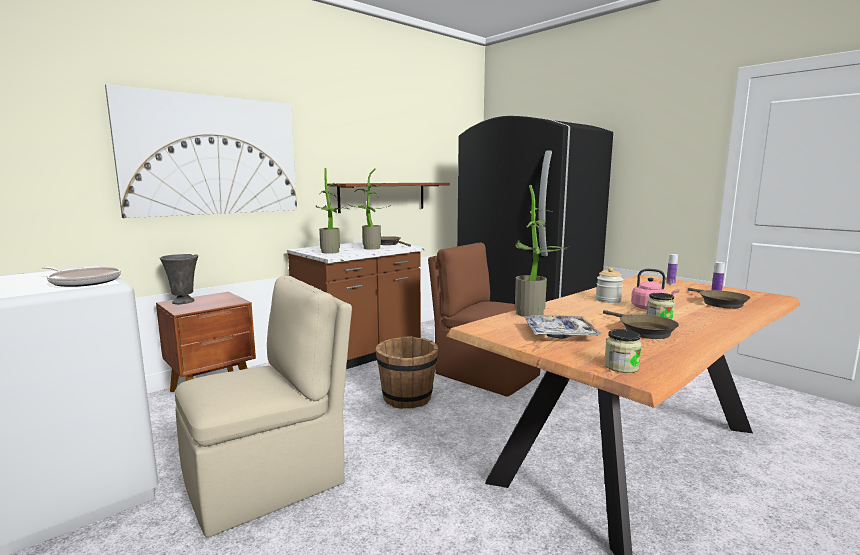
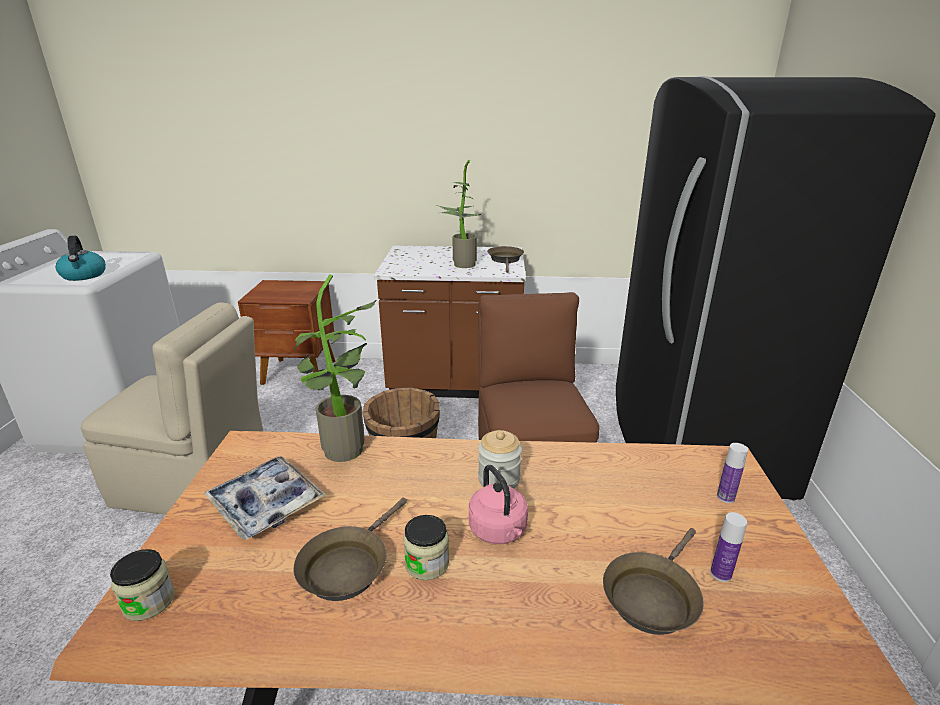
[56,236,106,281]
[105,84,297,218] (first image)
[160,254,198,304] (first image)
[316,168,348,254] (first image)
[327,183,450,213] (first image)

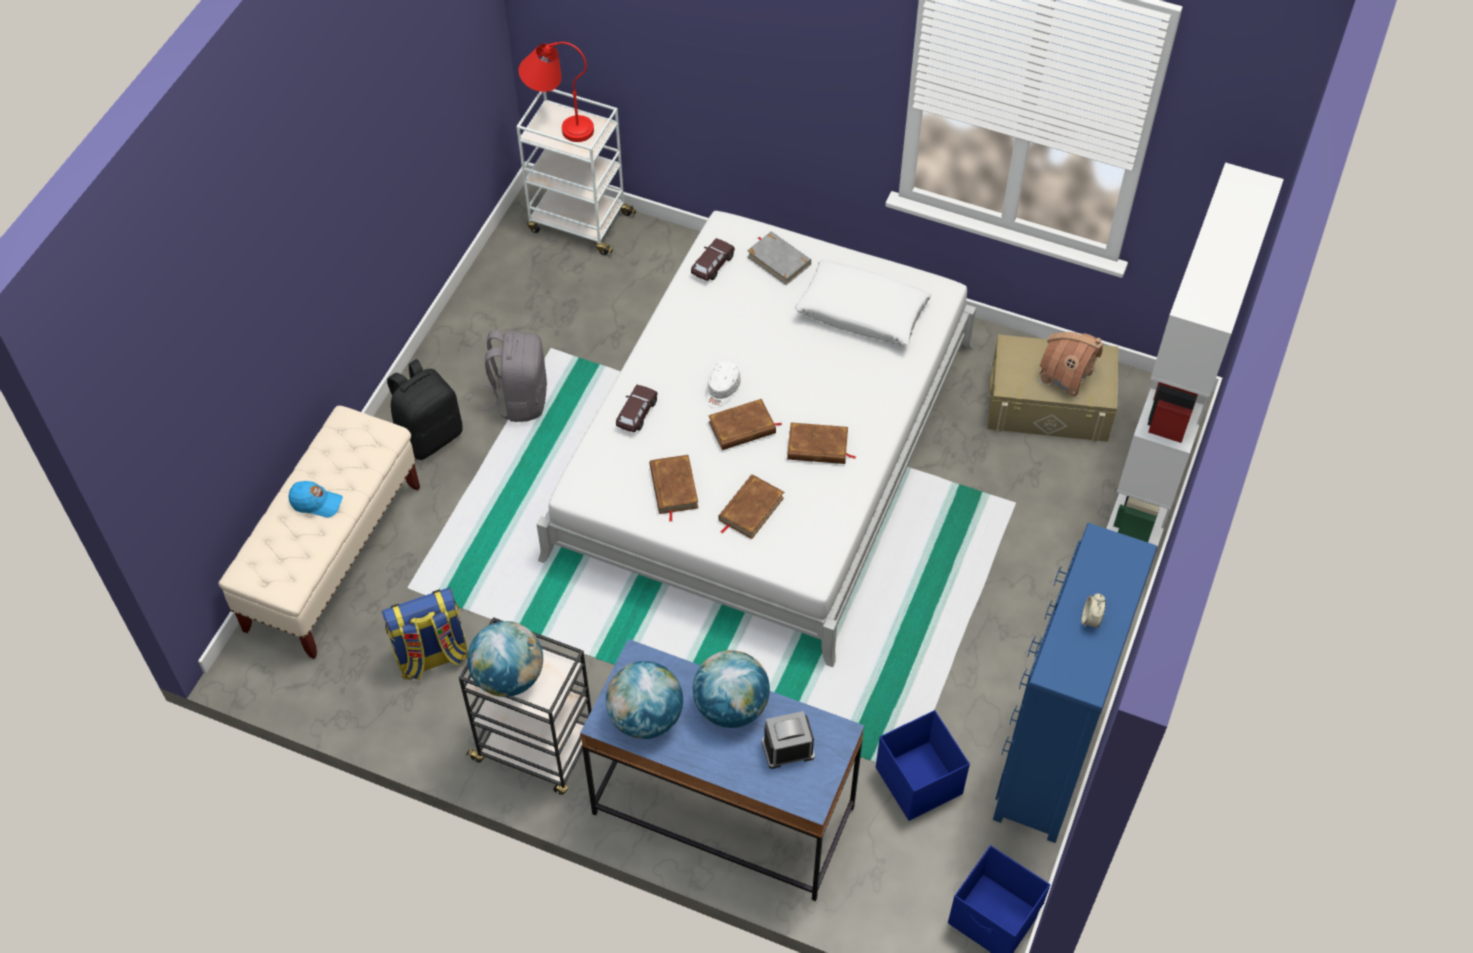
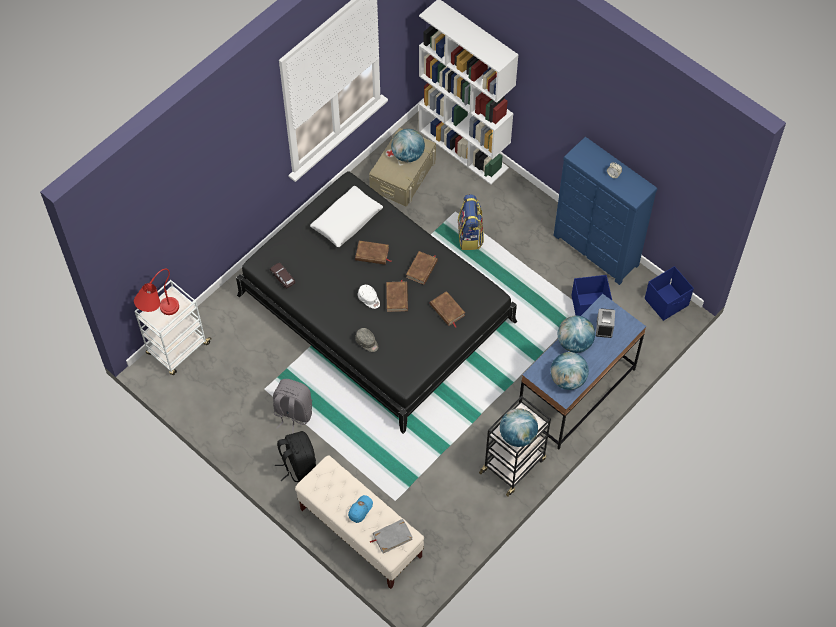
[236,171,517,434]
[355,241,391,265]
[355,328,378,352]
[370,519,413,553]
[391,129,425,162]
[458,194,484,250]

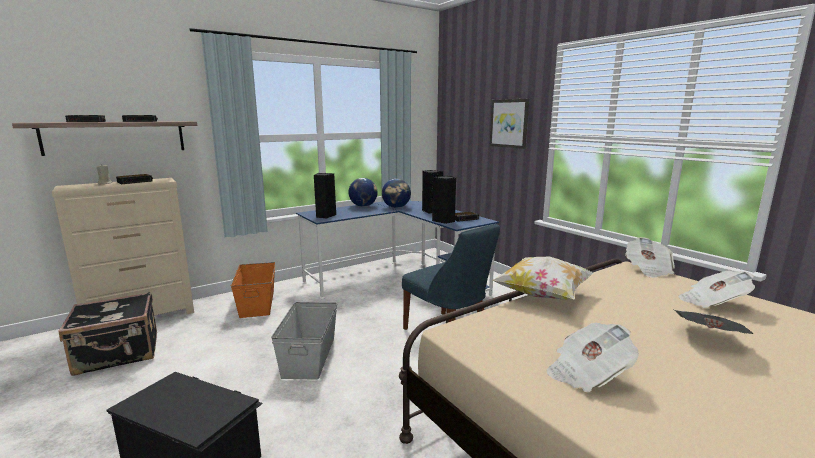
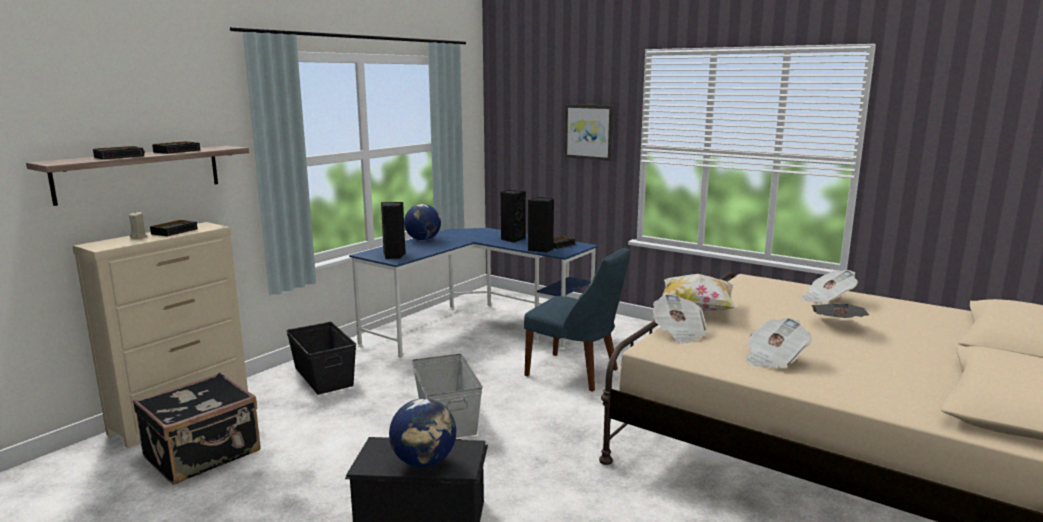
[286,322,356,395]
[389,398,456,467]
[653,294,707,344]

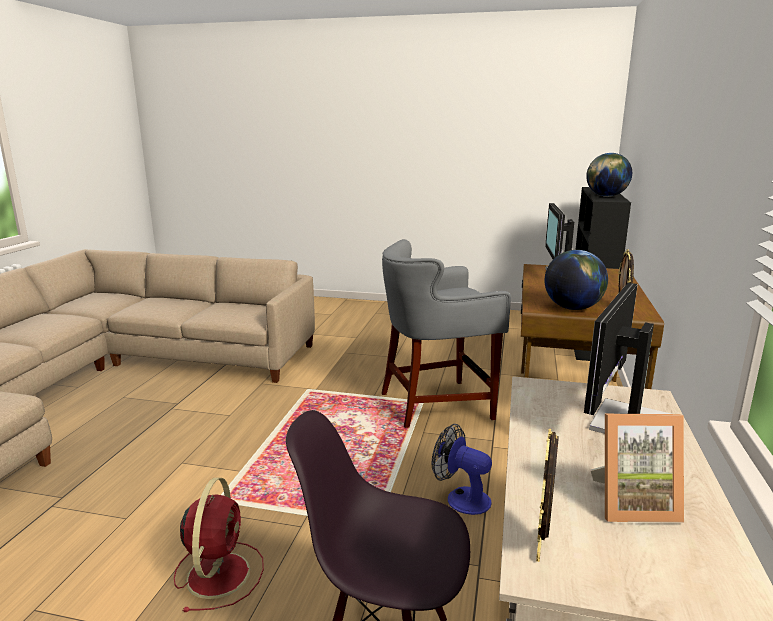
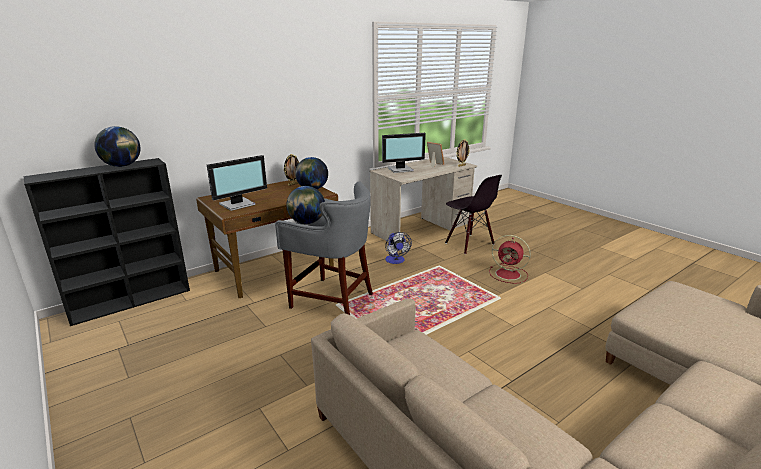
[286,186,325,224]
[489,235,531,284]

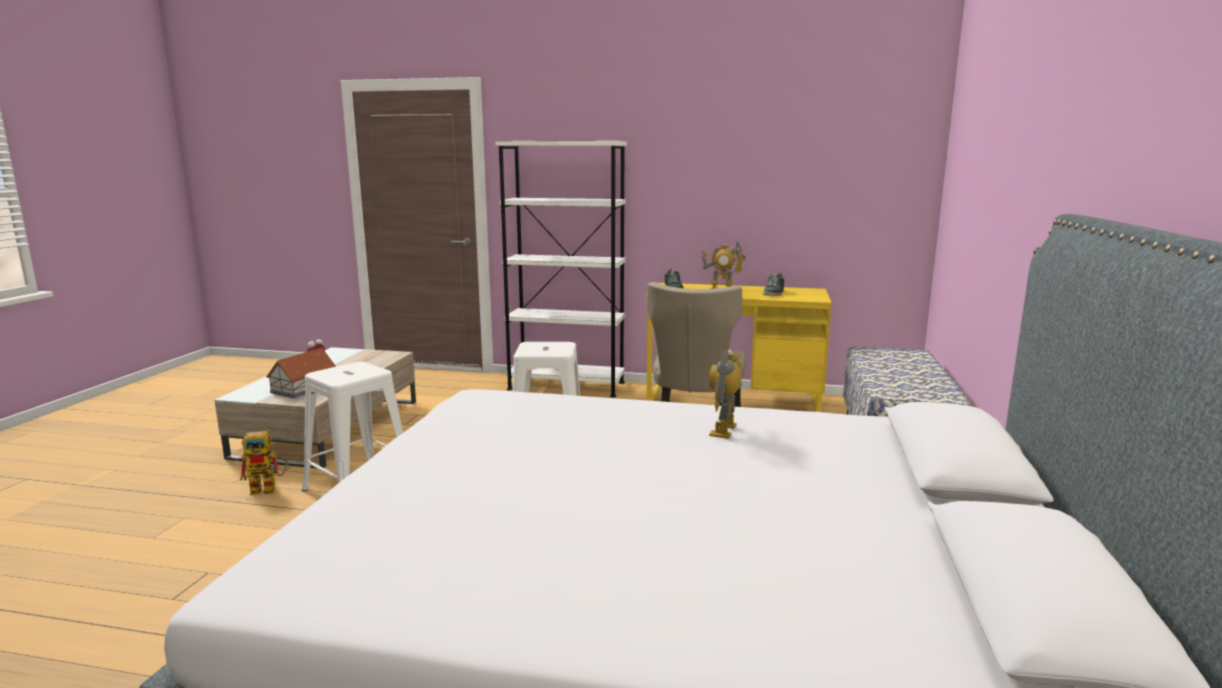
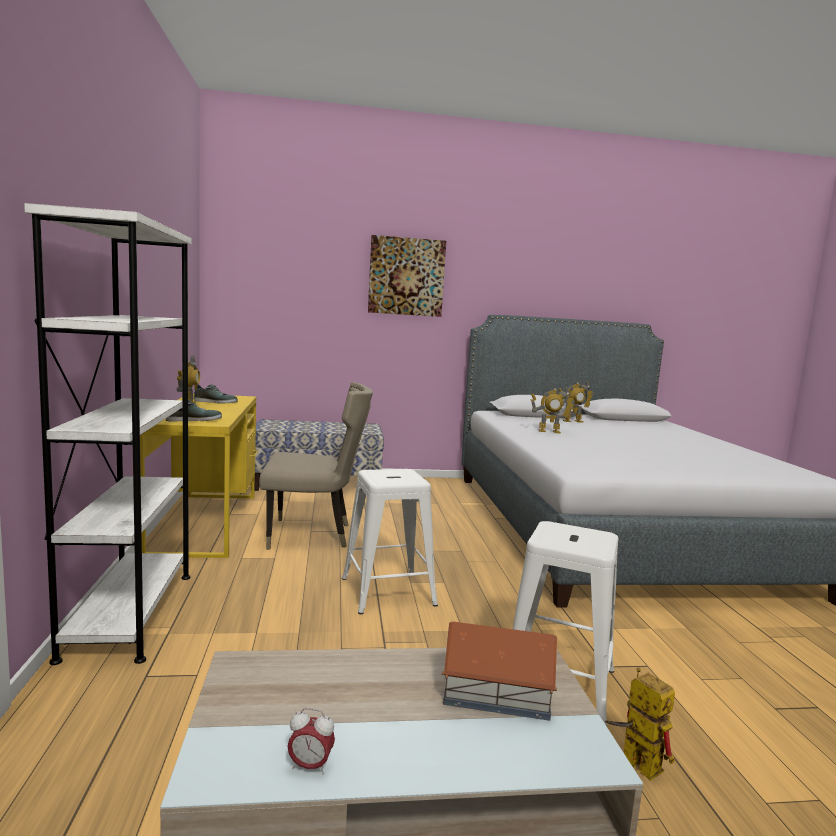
[368,235,446,317]
[557,380,594,423]

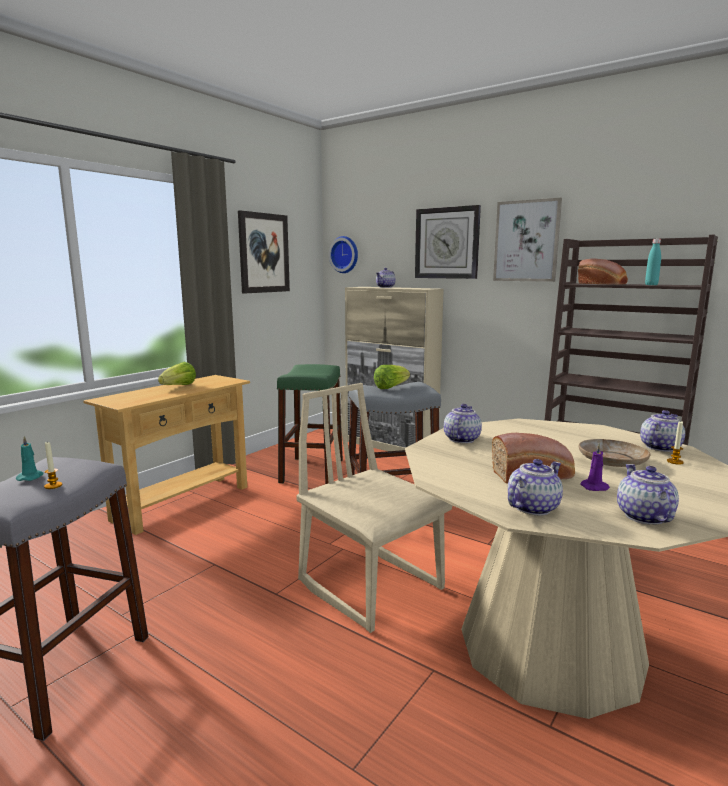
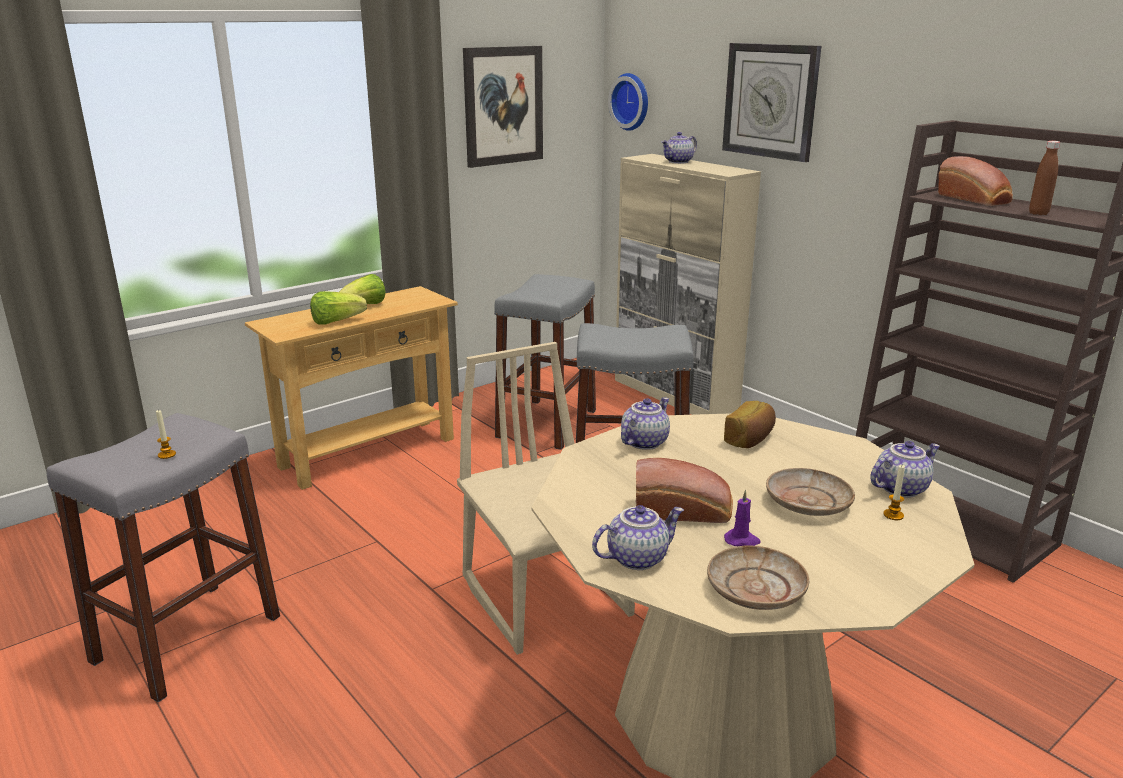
[310,291,367,325]
[494,274,596,450]
[707,546,809,610]
[724,401,776,448]
[1029,141,1060,215]
[16,436,44,481] (first image)
[493,198,562,282] (first image)

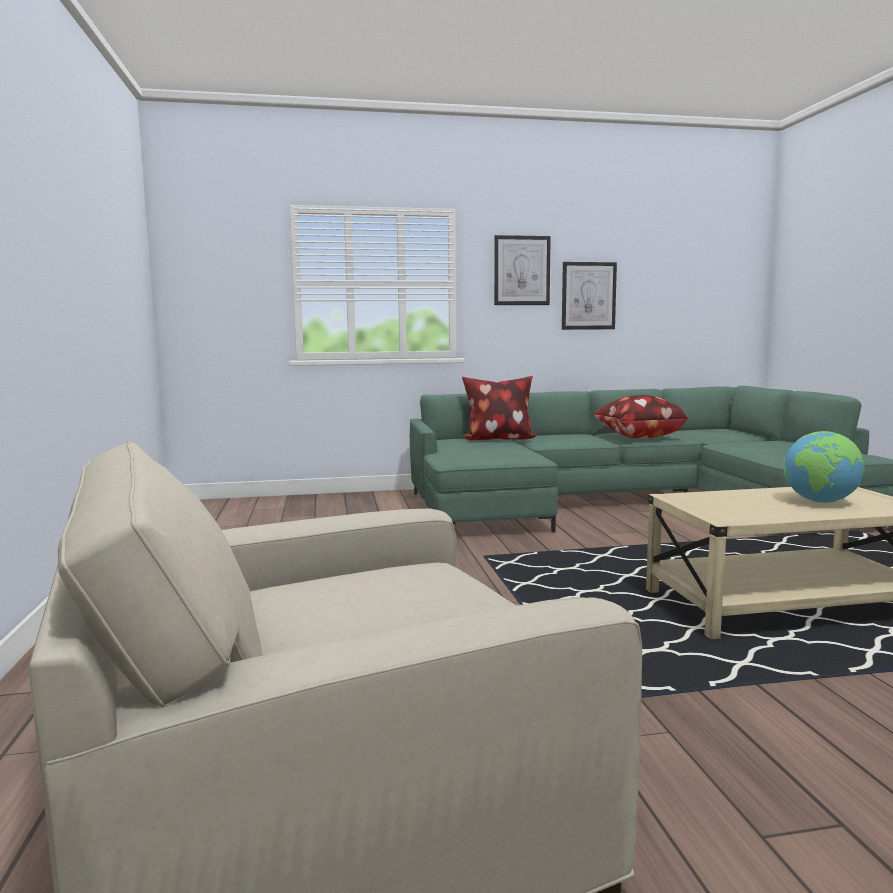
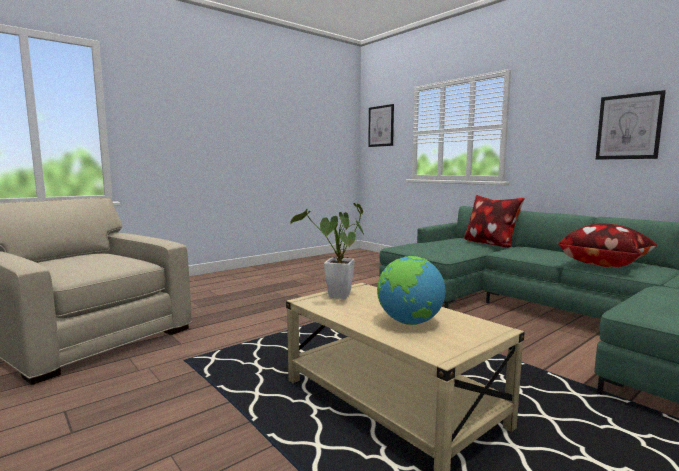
[290,203,364,299]
[368,104,394,147]

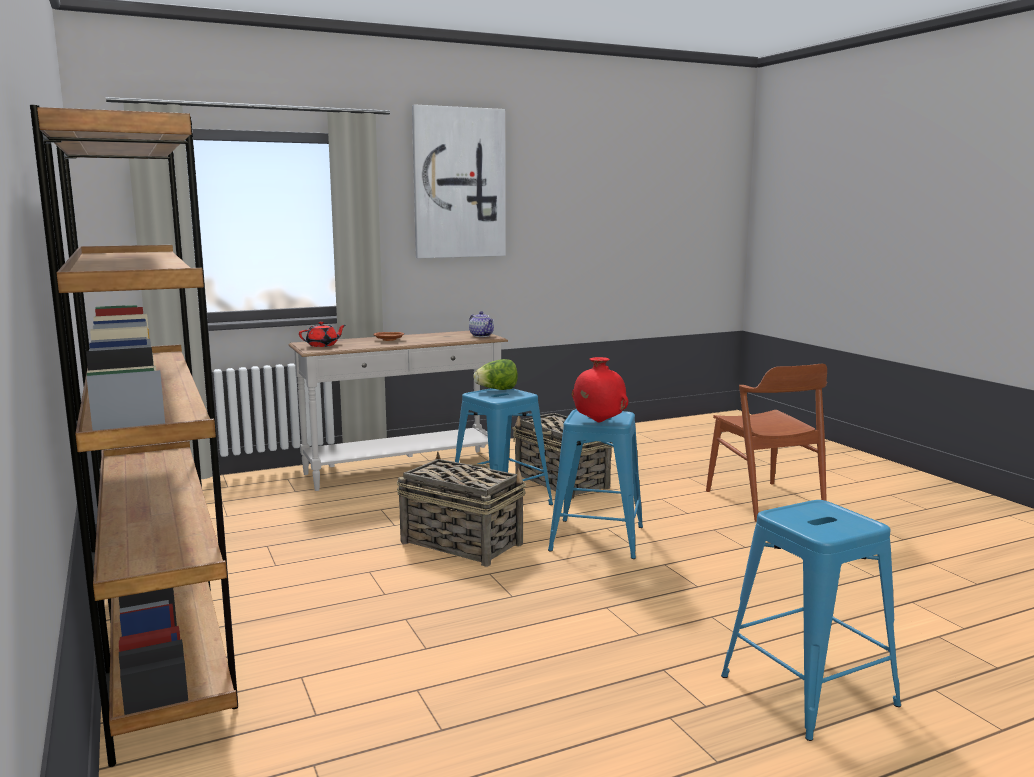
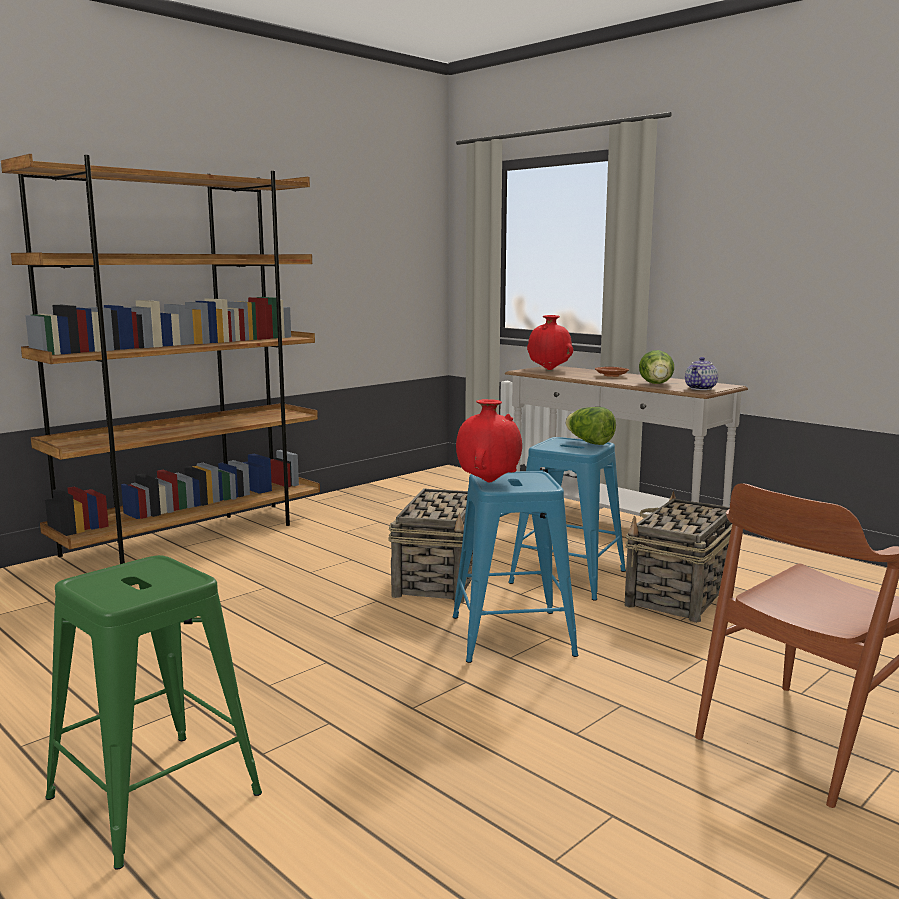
[45,555,262,870]
[527,315,573,370]
[639,350,674,384]
[412,104,505,258] (first image)

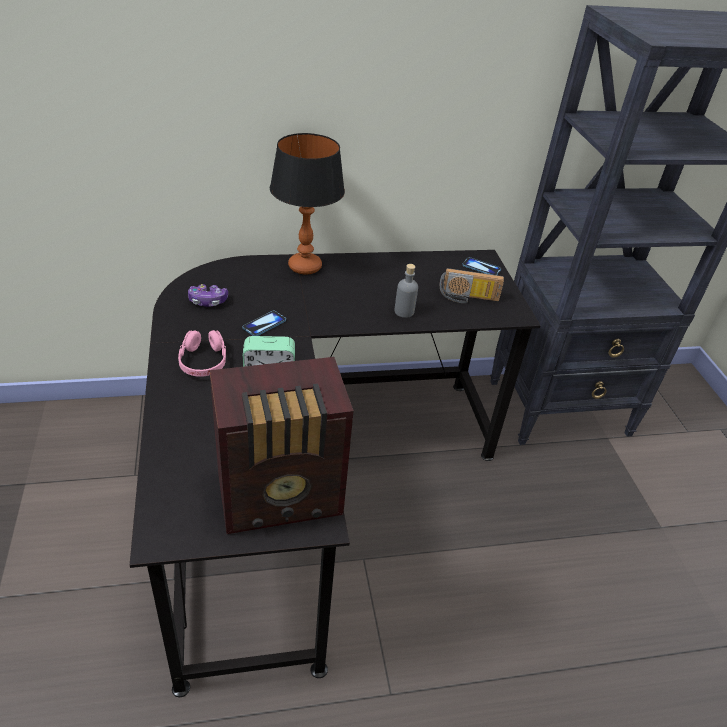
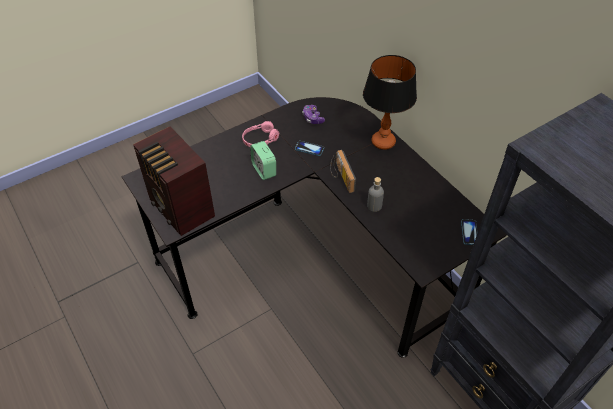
[331,150,356,193]

